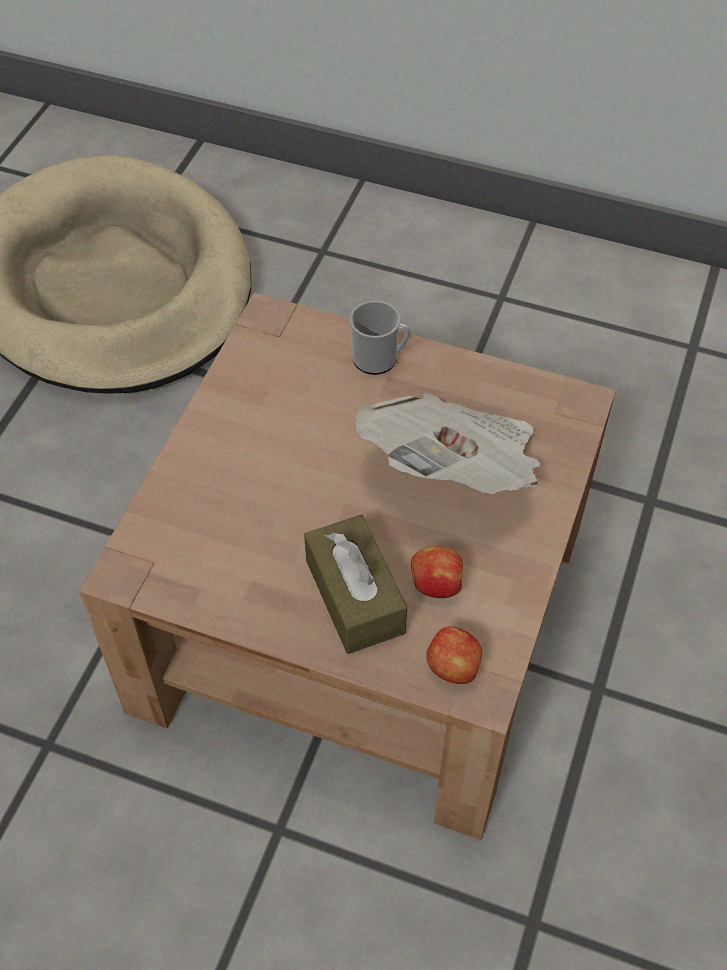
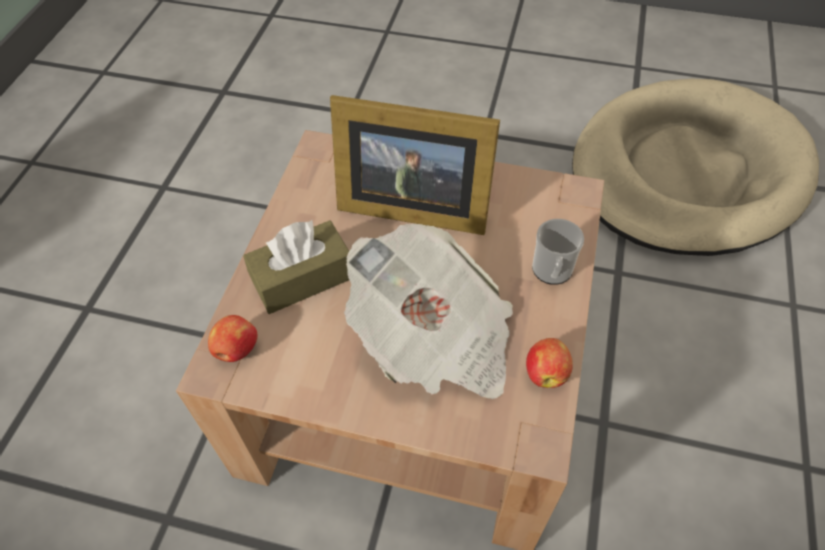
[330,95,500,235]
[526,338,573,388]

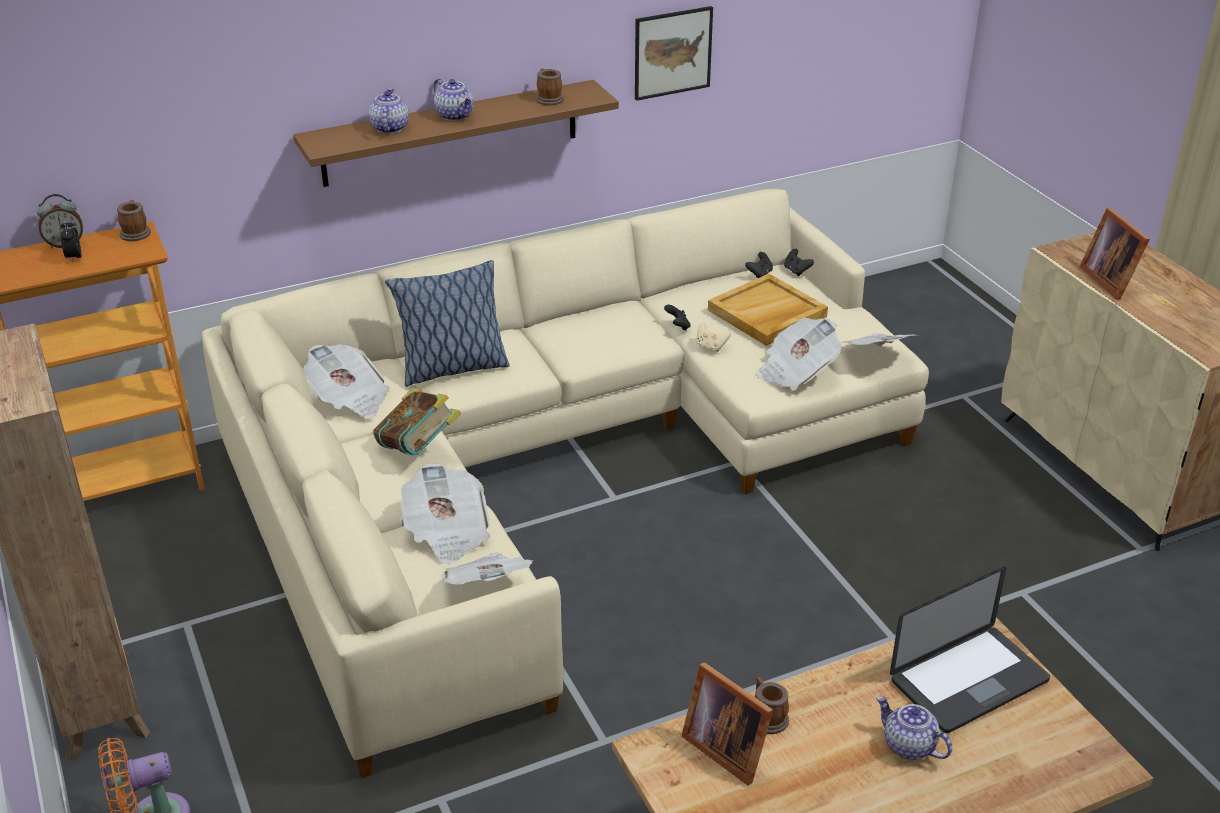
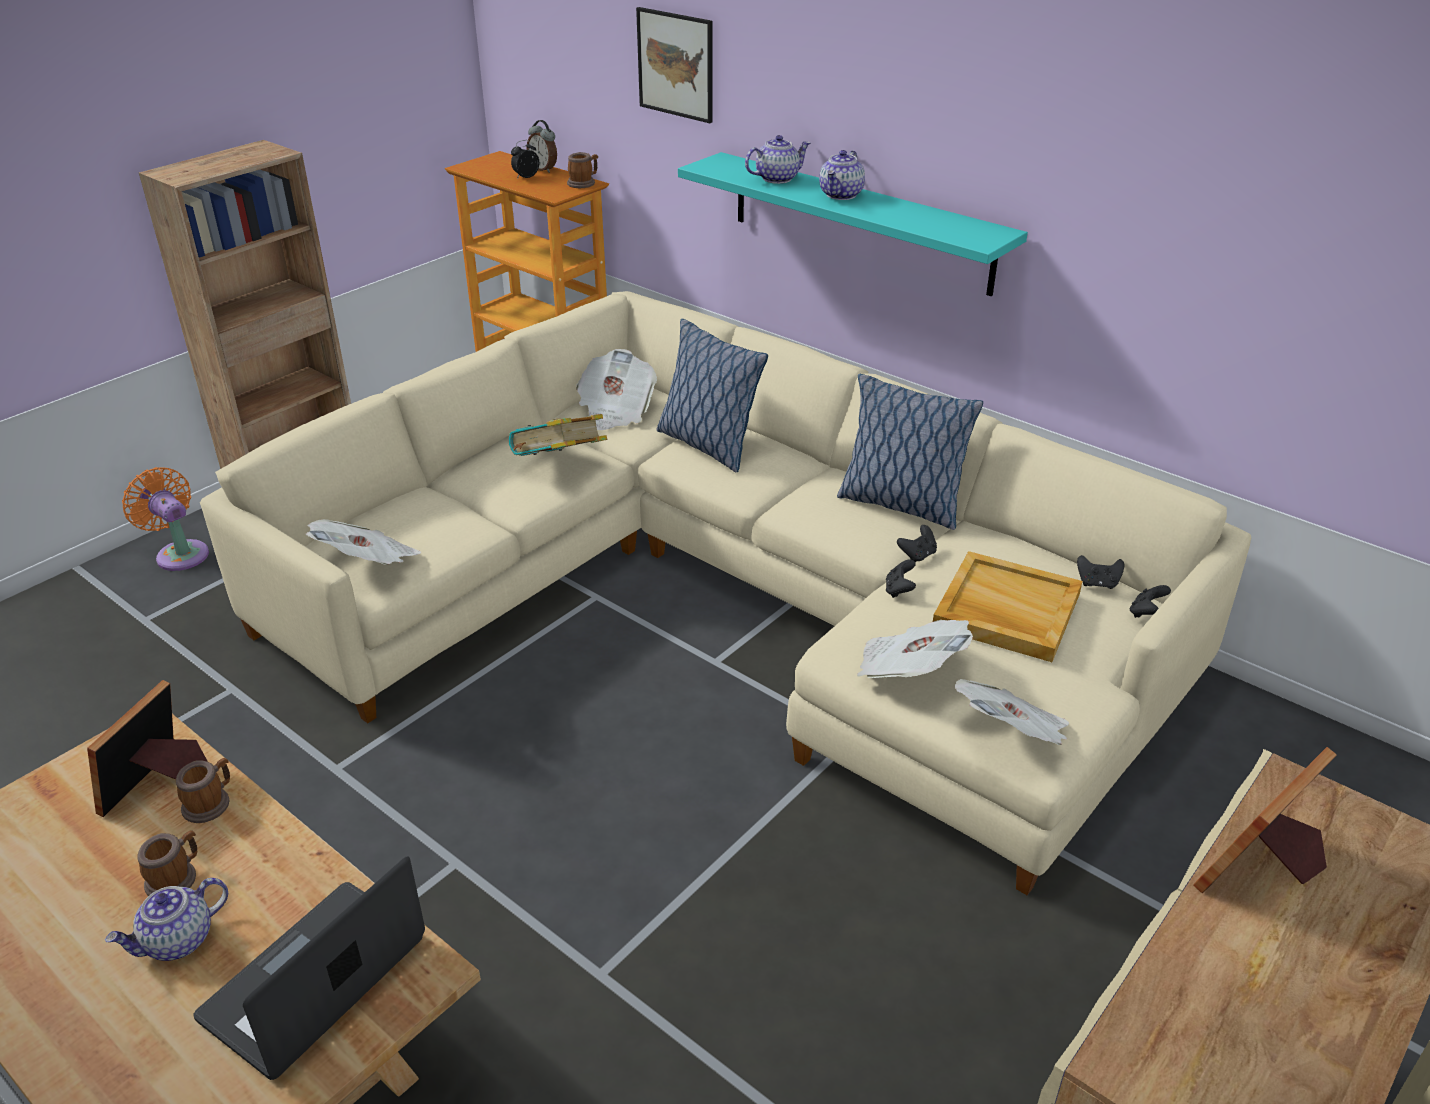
[105,878,228,961]
[137,831,197,896]
[193,856,425,1080]
[636,7,713,123]
[678,152,1028,297]
[837,374,983,530]
[886,559,916,598]
[400,463,490,565] (first image)

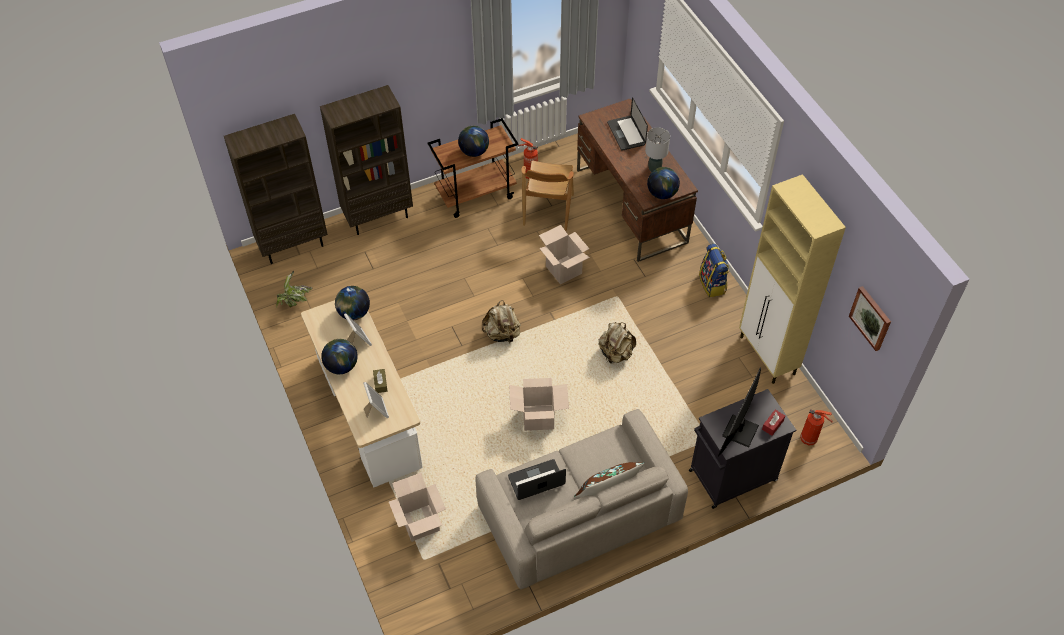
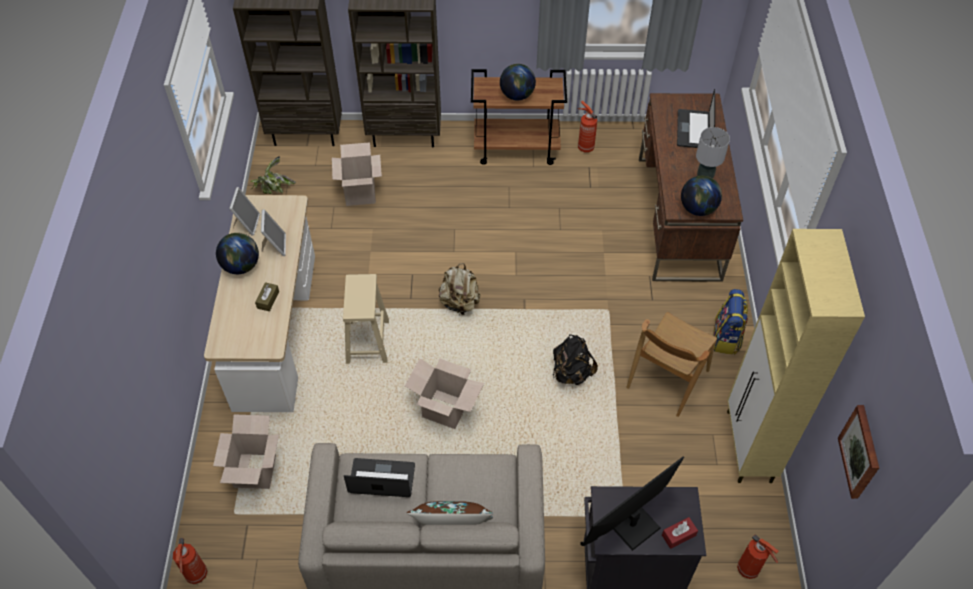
[173,538,207,584]
[229,187,260,236]
[332,142,382,206]
[343,274,389,364]
[553,334,598,385]
[627,312,717,417]
[335,286,370,320] (first image)

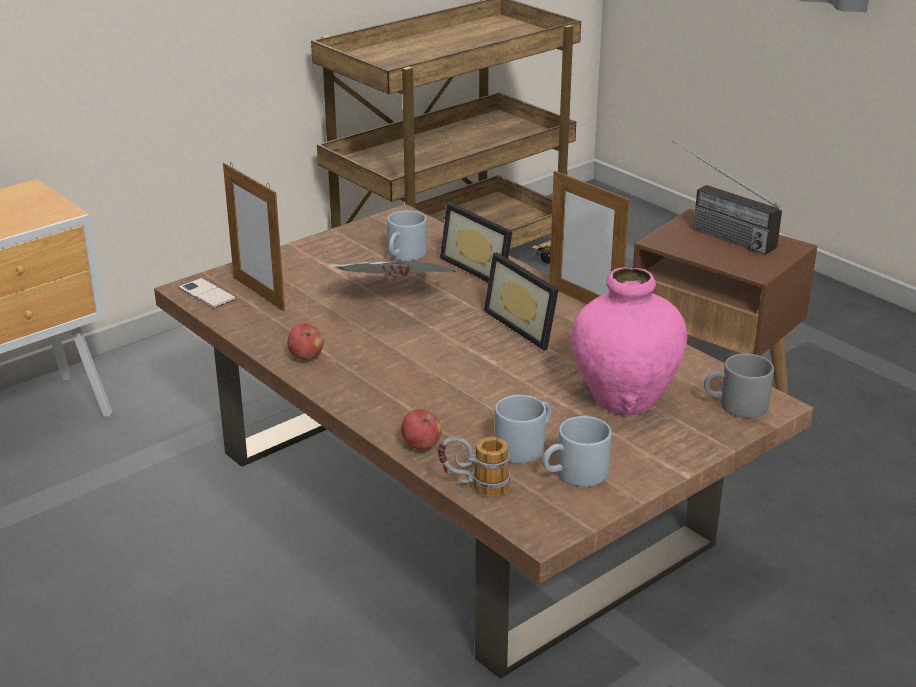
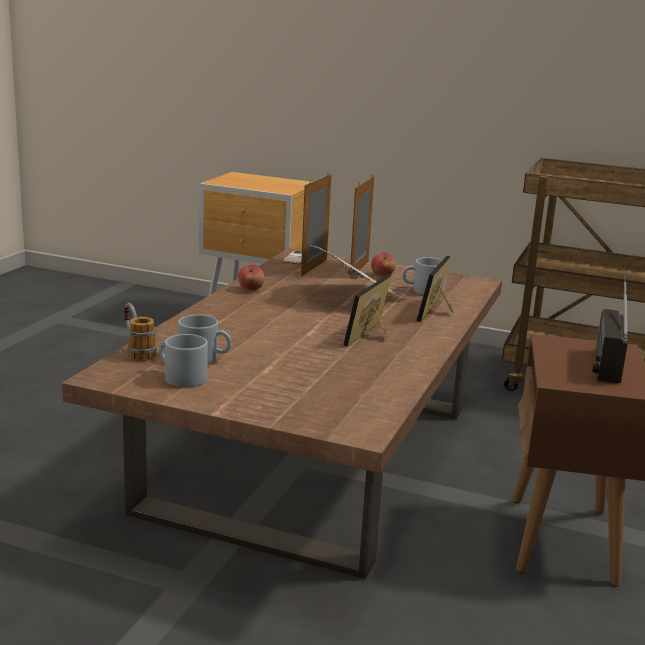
[349,175,374,279]
[371,252,396,277]
[571,267,687,415] (first image)
[704,353,774,418] (first image)

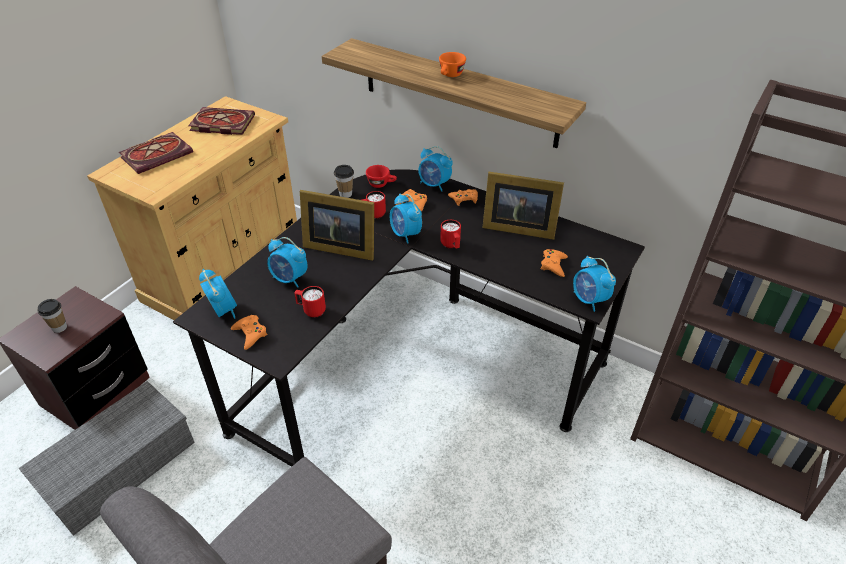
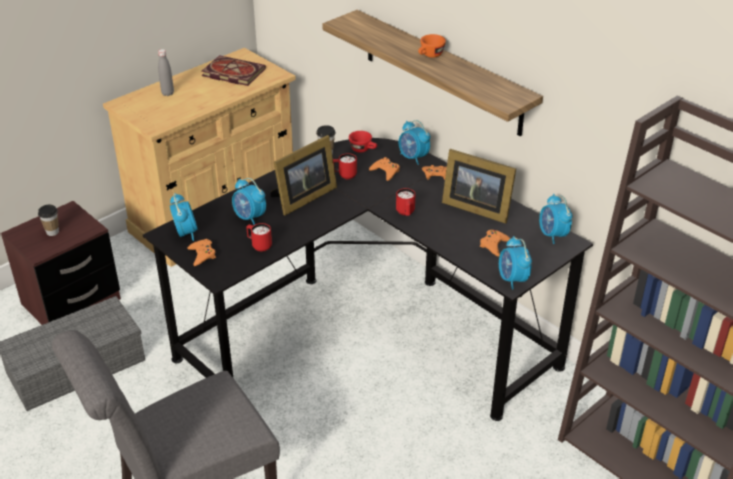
[158,49,174,96]
[271,135,337,215]
[539,194,573,244]

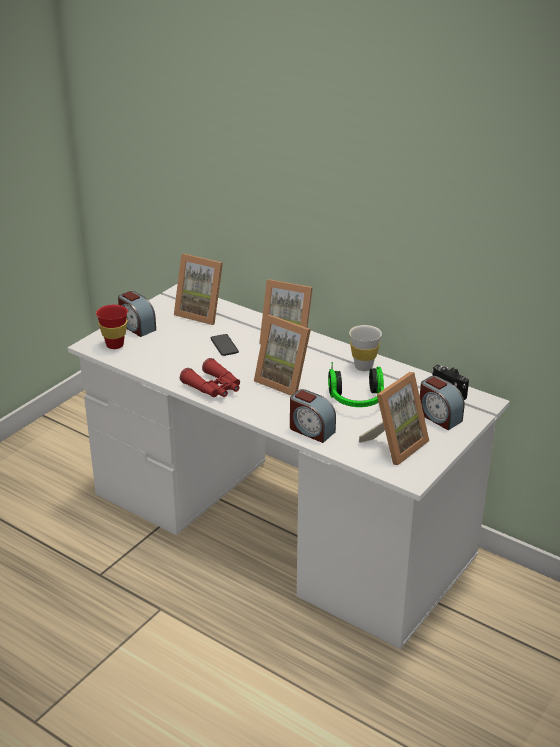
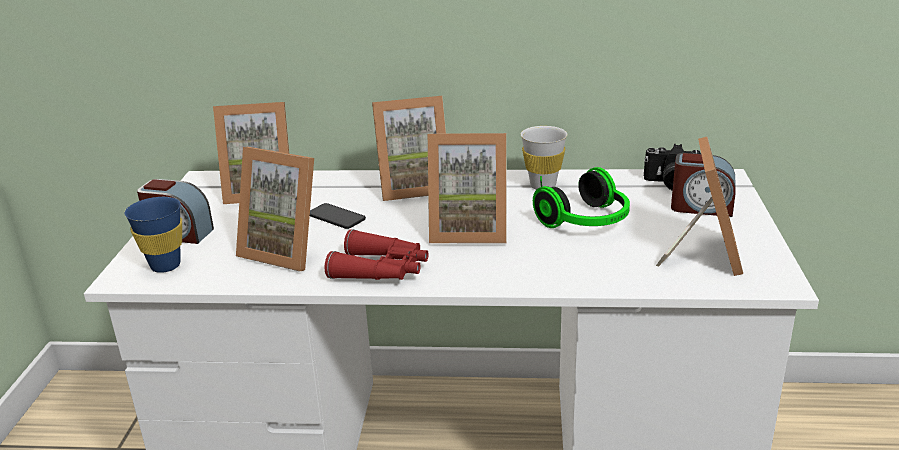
[124,197,182,273]
[236,147,314,272]
[290,389,336,443] (first image)

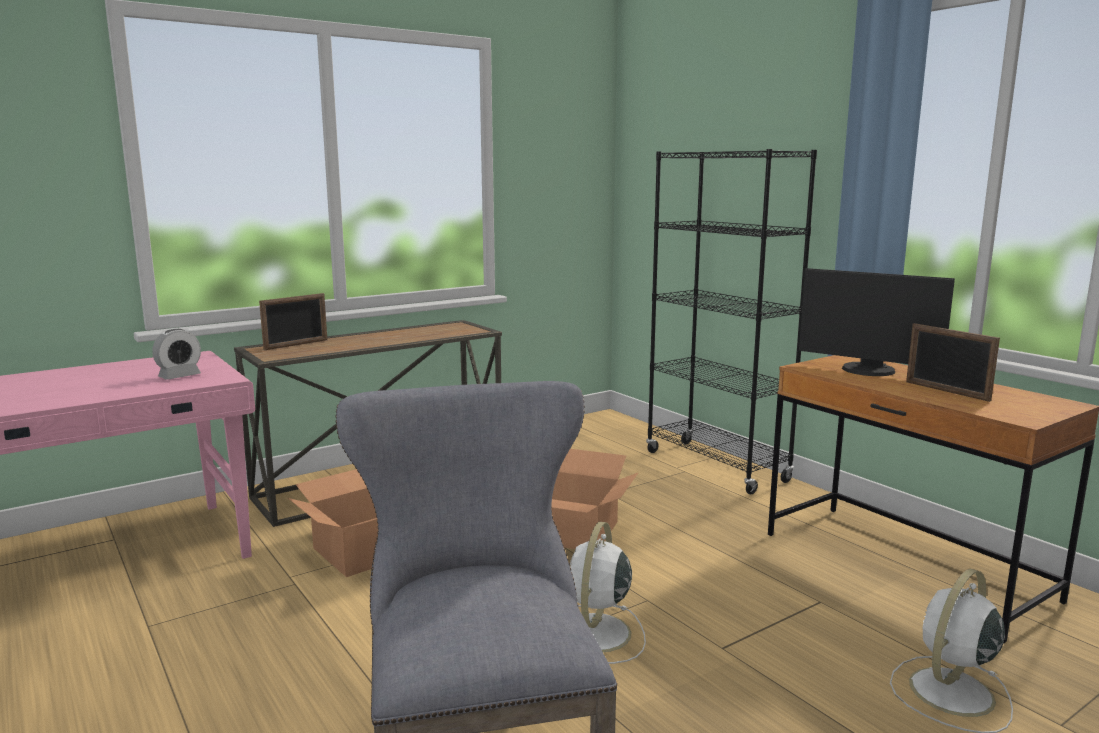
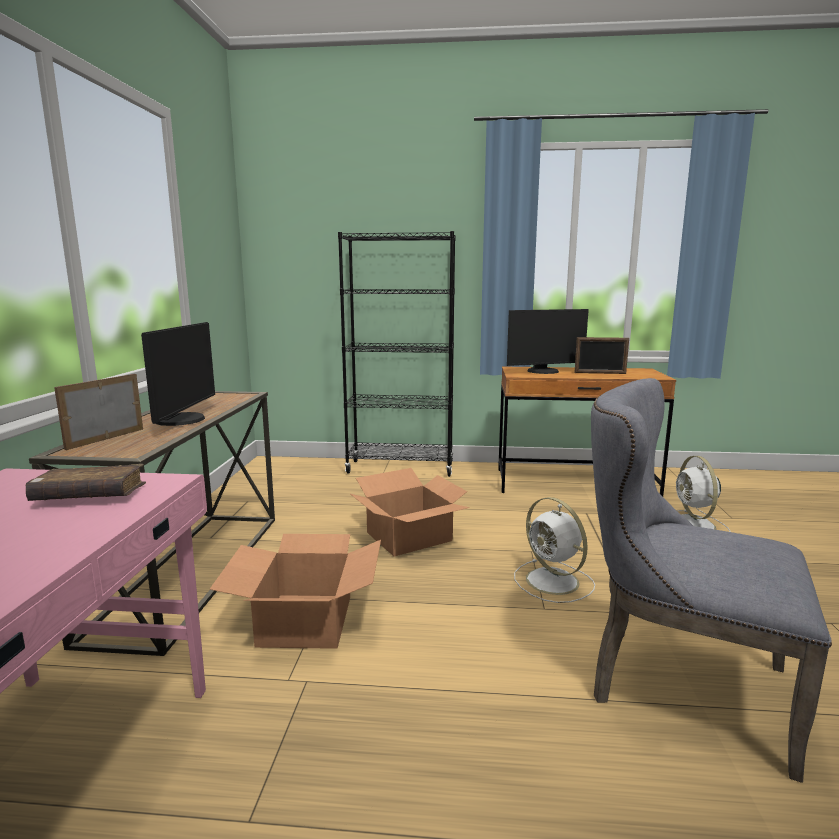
[26,464,146,501]
[54,374,143,450]
[141,322,215,426]

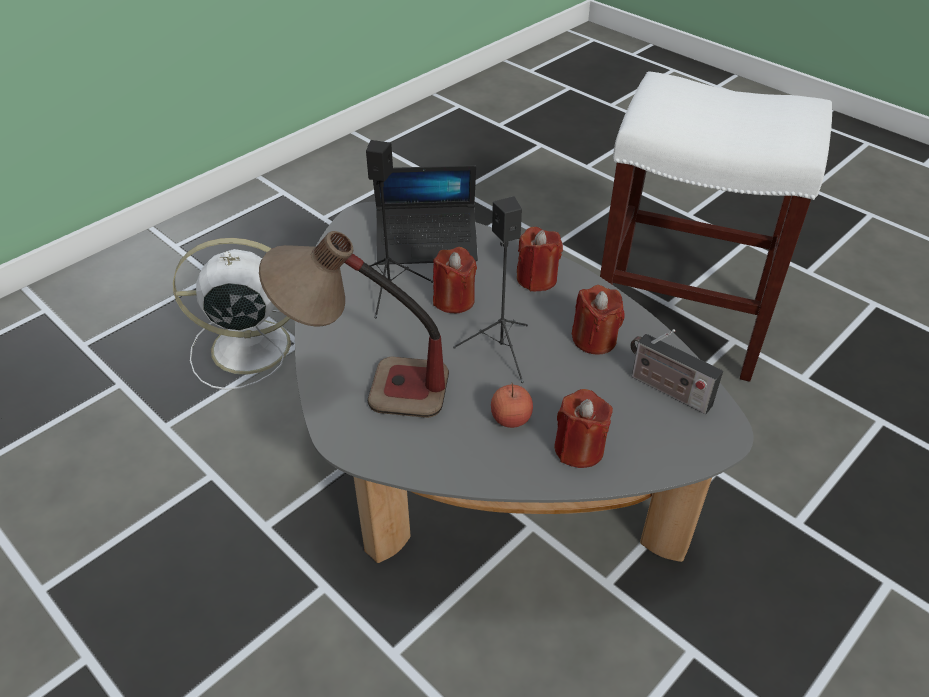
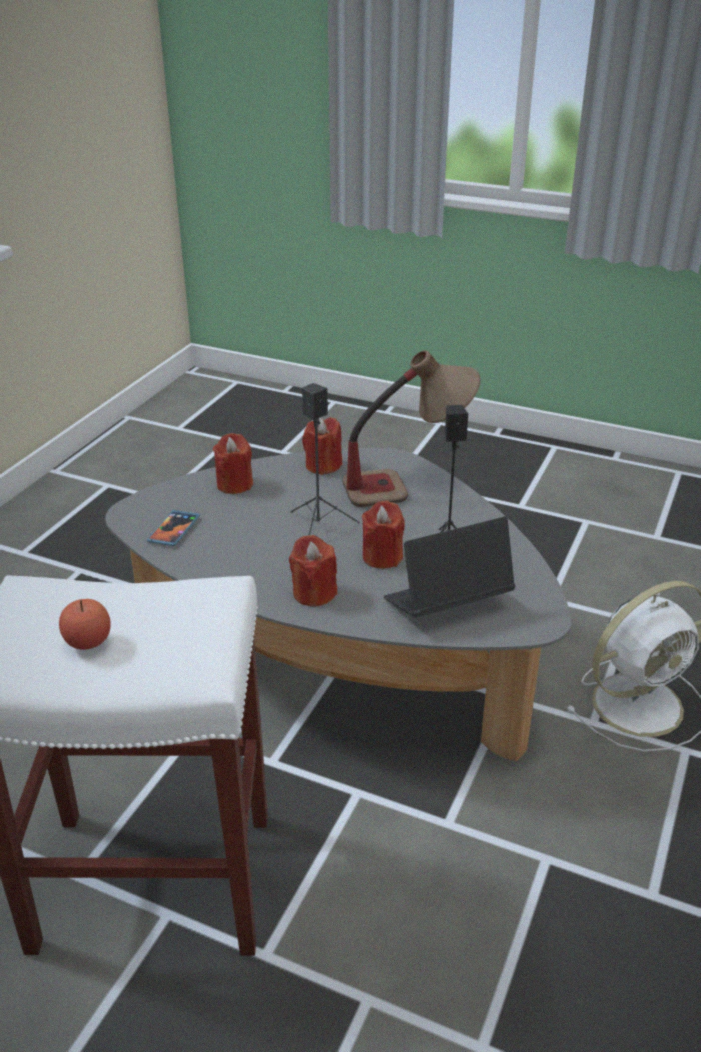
[59,599,111,650]
[147,510,200,546]
[302,417,342,475]

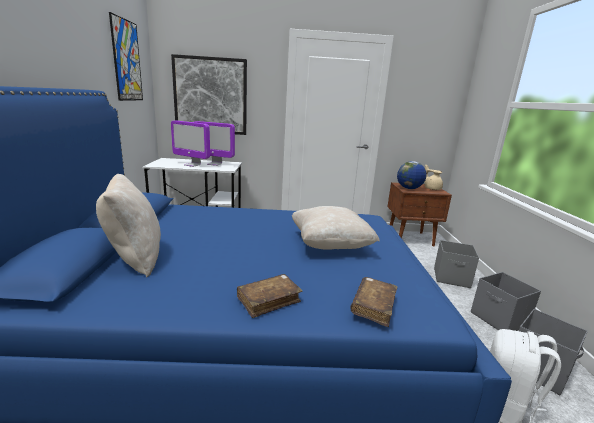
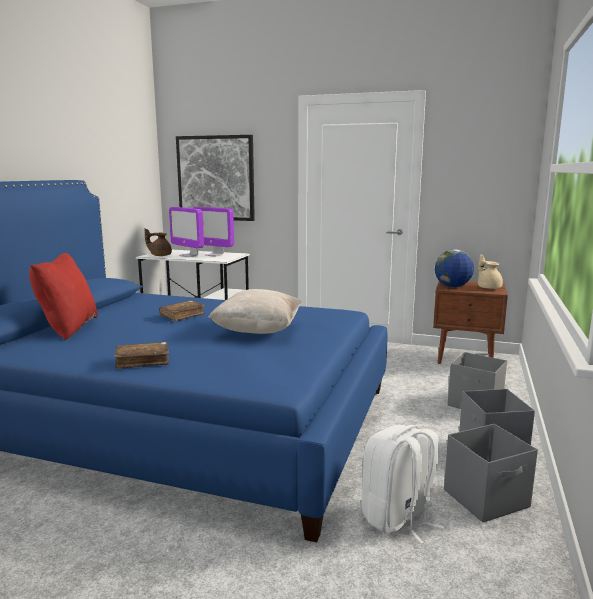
[29,253,98,341]
[144,228,172,256]
[159,300,205,322]
[109,12,143,101] (first image)

